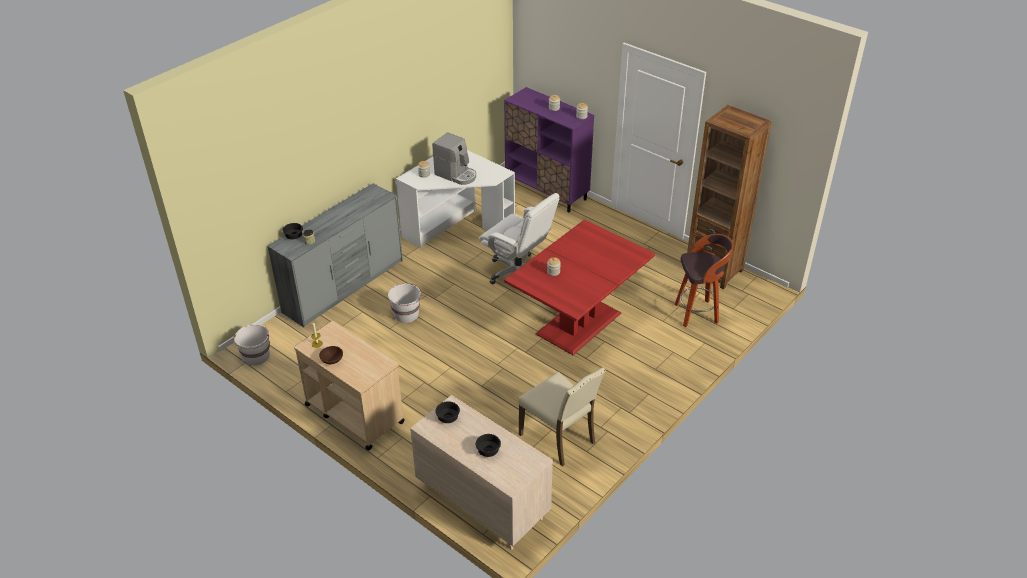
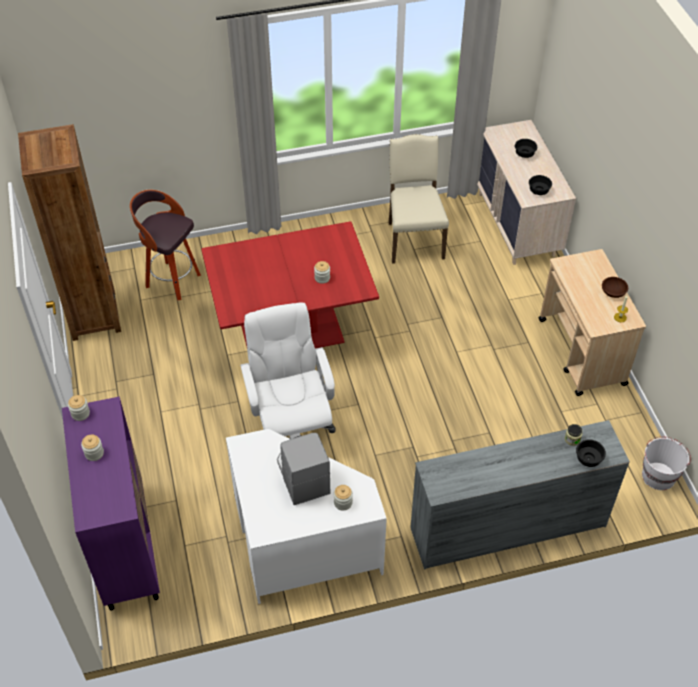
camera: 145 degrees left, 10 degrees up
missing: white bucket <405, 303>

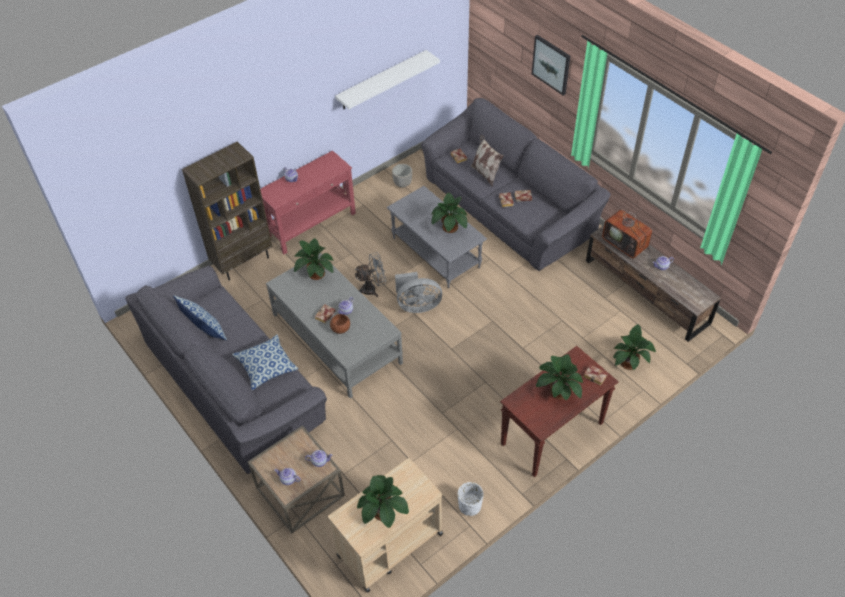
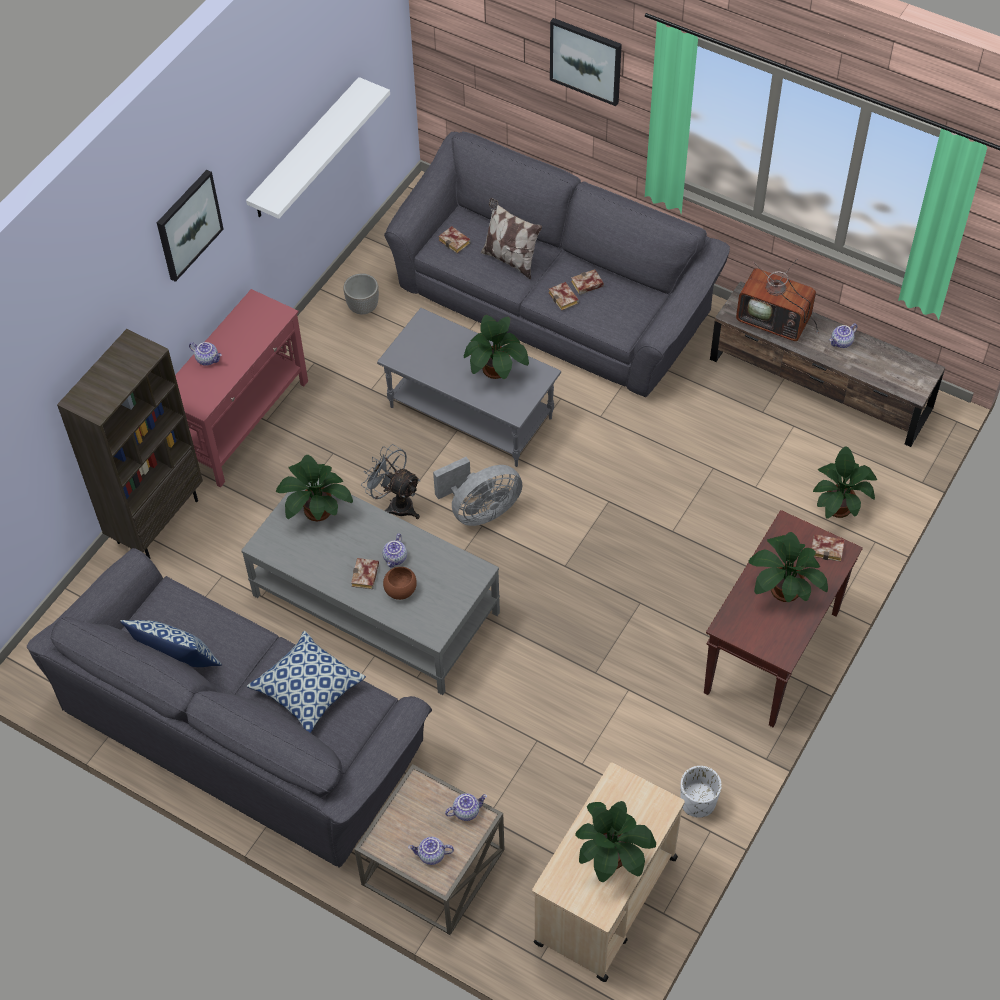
camera: 20 degrees left, 5 degrees up
appeared: picture <190, 226>
spun: grey fan <370, 275> = <390, 481> 105 degrees counterclockwise

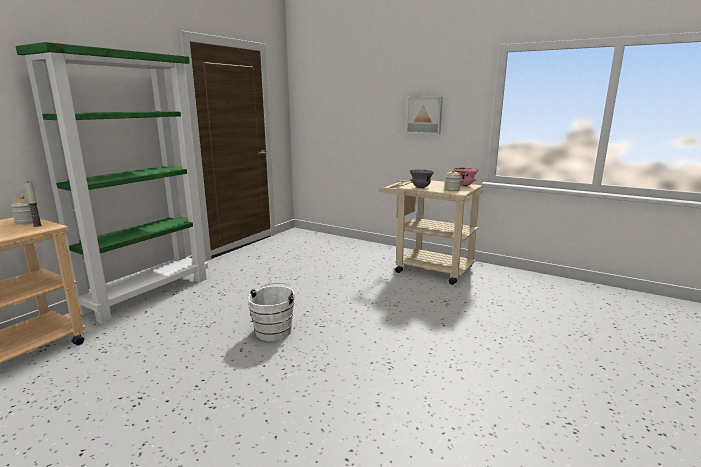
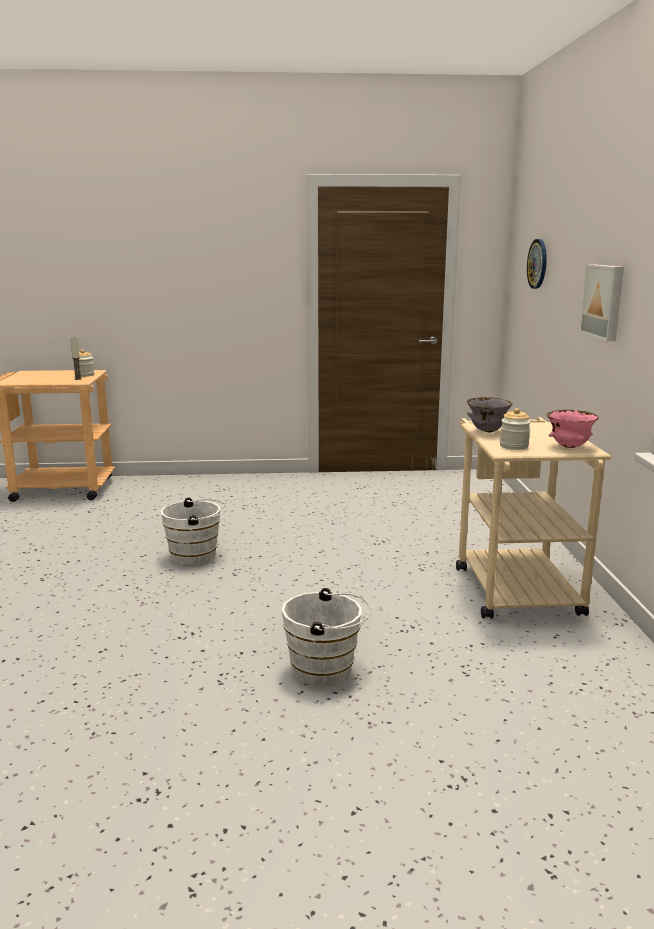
camera: 55 degrees right, 0 degrees up
missing: green bookcase <112, 183>
appeared: white bucket <327, 637>; wall clock <537, 264>

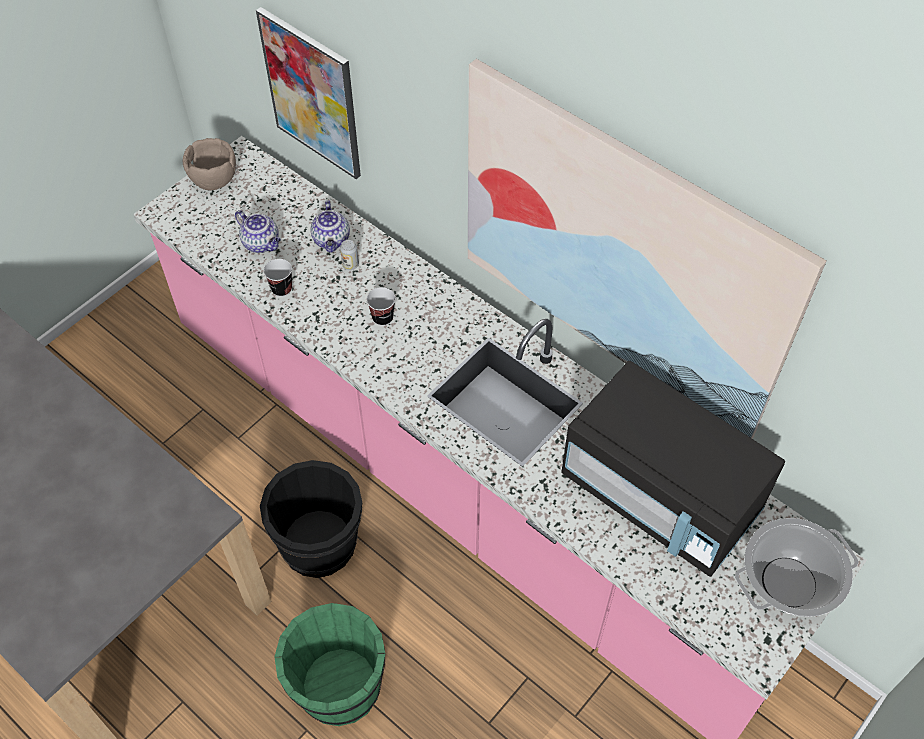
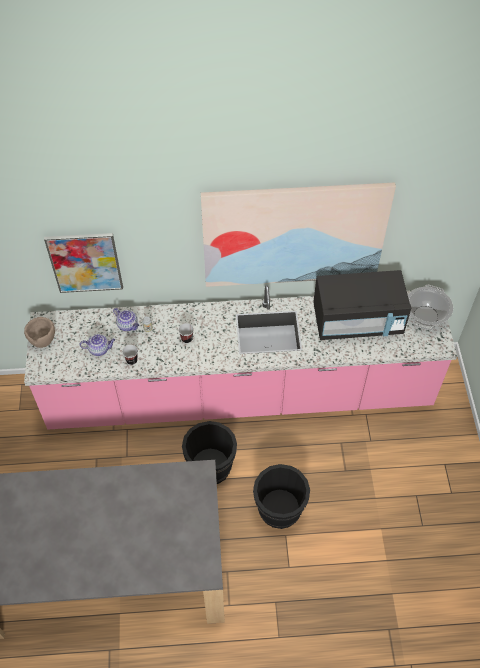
camera: 45 degrees left, 0 degrees up
colour: green bucket <330, 664> to black bucket <281, 496>

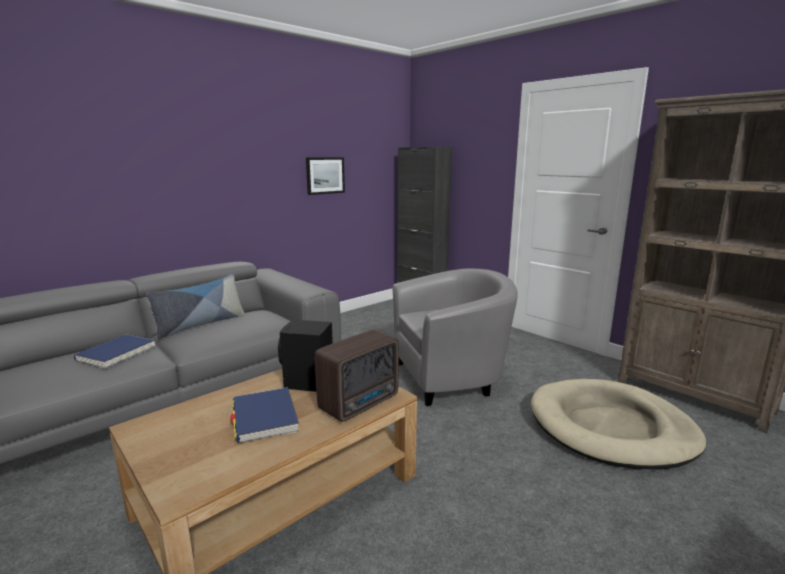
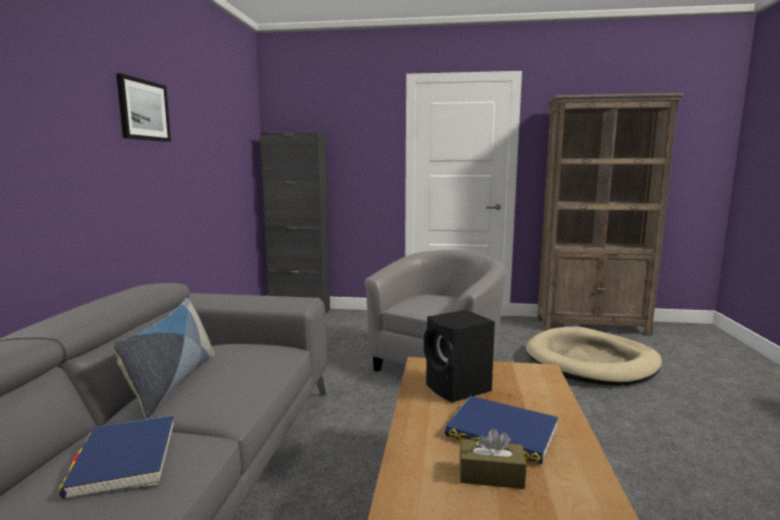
camera: 40 degrees left, 5 degrees down
missing: radio <357, 376>
appeared: brown tissue box <493, 458>
relocated: picture <325, 176> to <143, 107>

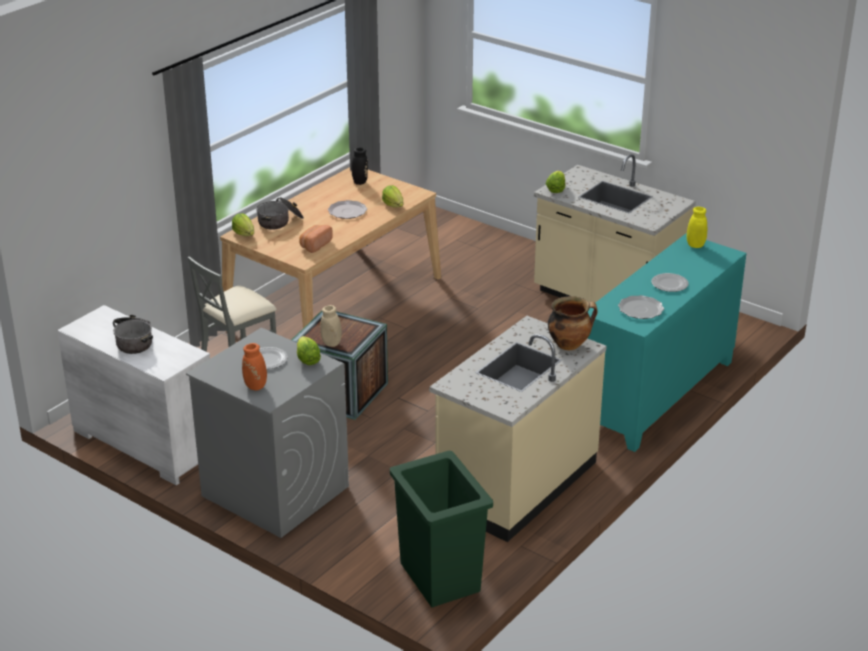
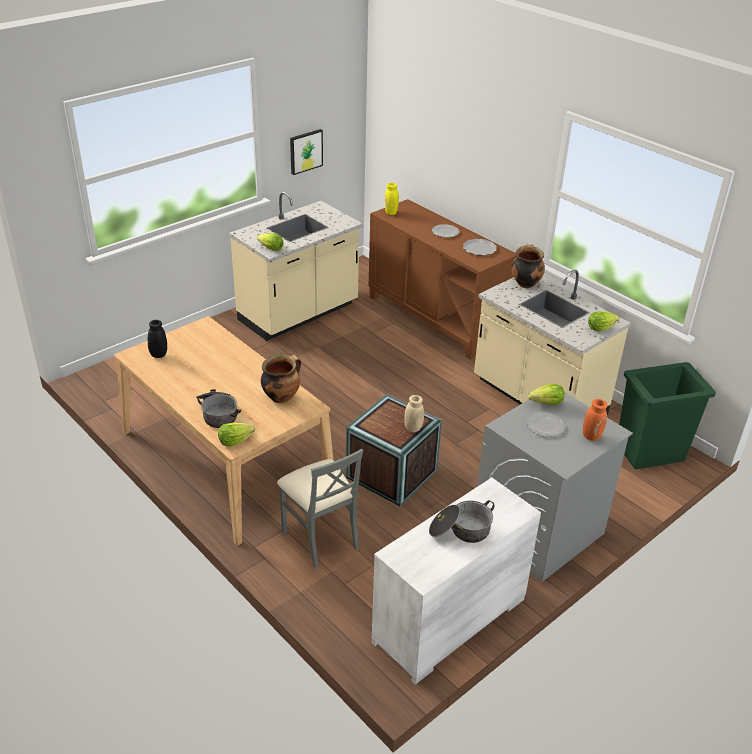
camera: 80 degrees left, 5 degrees up
missing: plate <347, 209>
appeared: picture <306, 152>
relocated: lettuce <392, 196> to <603, 321>
exchanged: bread <316, 239> to cooking pot <281, 379>
colour: turquoise cabinet <667, 343> to brown cabinet <442, 279>

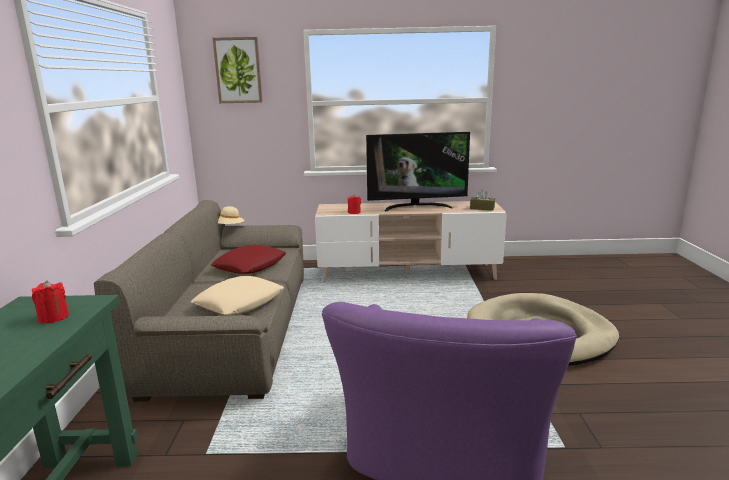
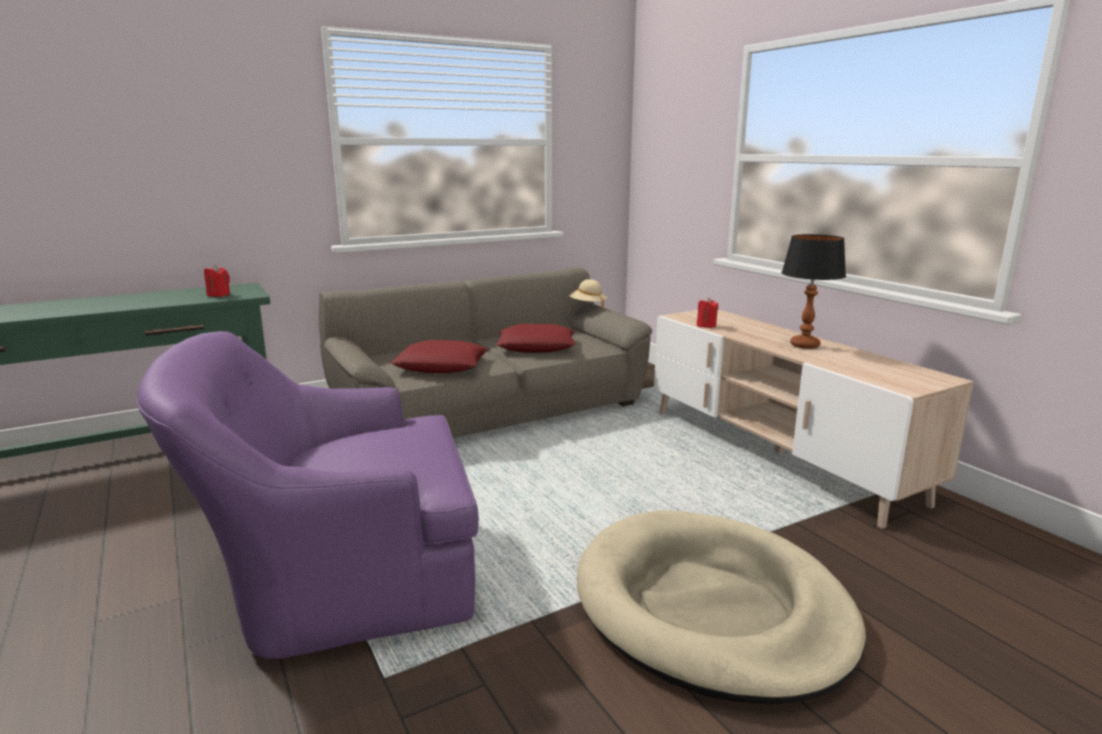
camera: 60 degrees right, 0 degrees up
missing: picture <238, 70>; brown tissue box <482, 200>
exchanged: television <418, 171> to table lamp <813, 291>
colour: beige pillow <237, 295> to red pillow <439, 356>

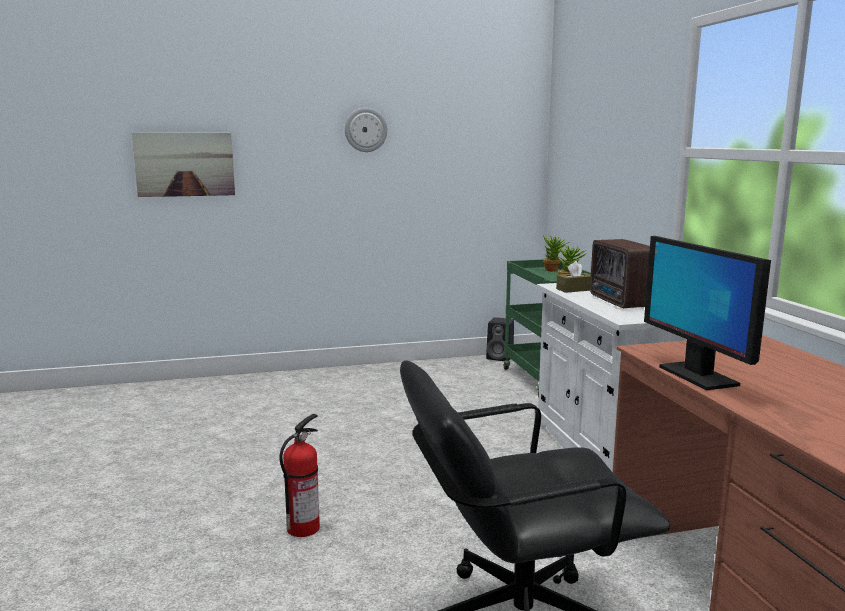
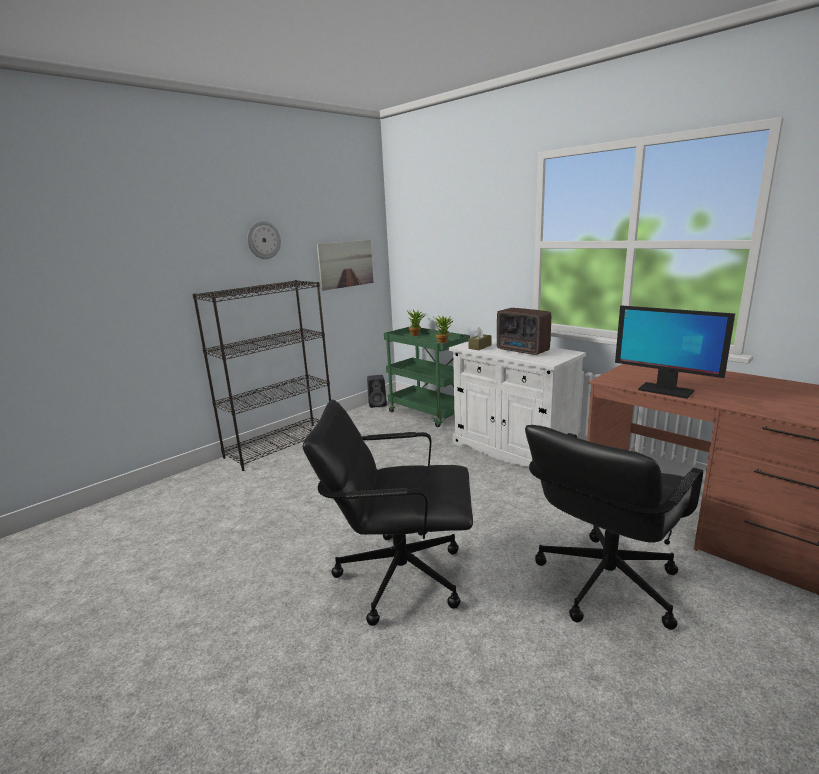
camera: 30 degrees left, 5 degrees up
appeared: black bookcase <262, 375>
relocated: picture <183, 165> to <345, 265>
exchanged: fire extinguisher <299, 475> to black office chair <388, 513>

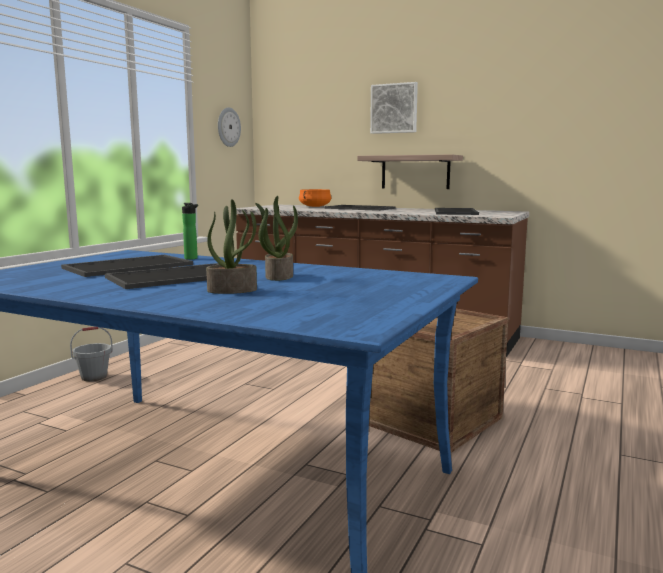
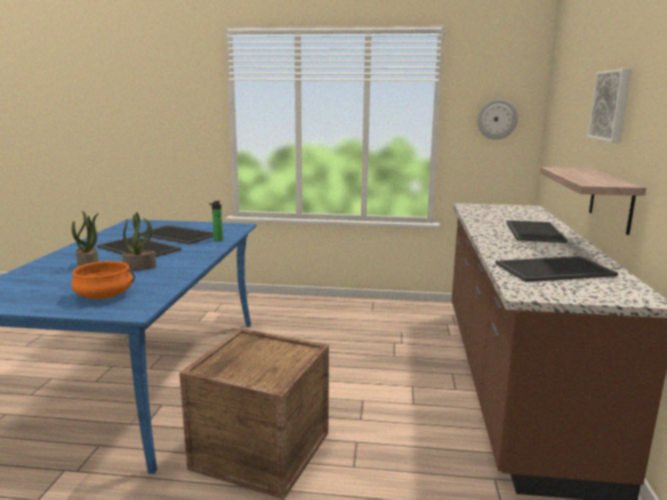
camera: 70 degrees right, 5 degrees up
missing: grey bucket <91, 354>
relocated: orange cooking pot <315, 198> to <103, 280>

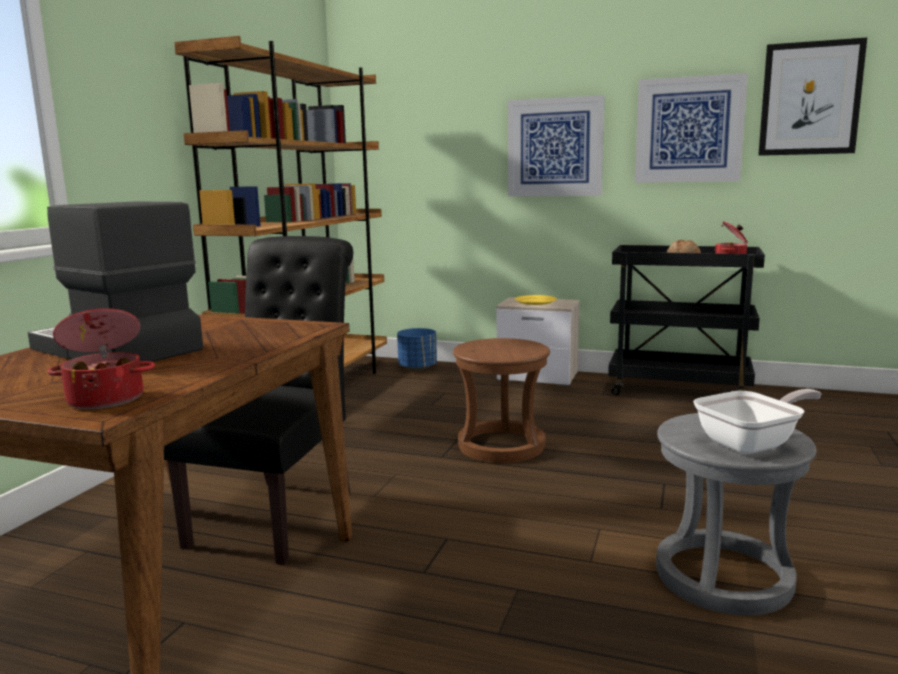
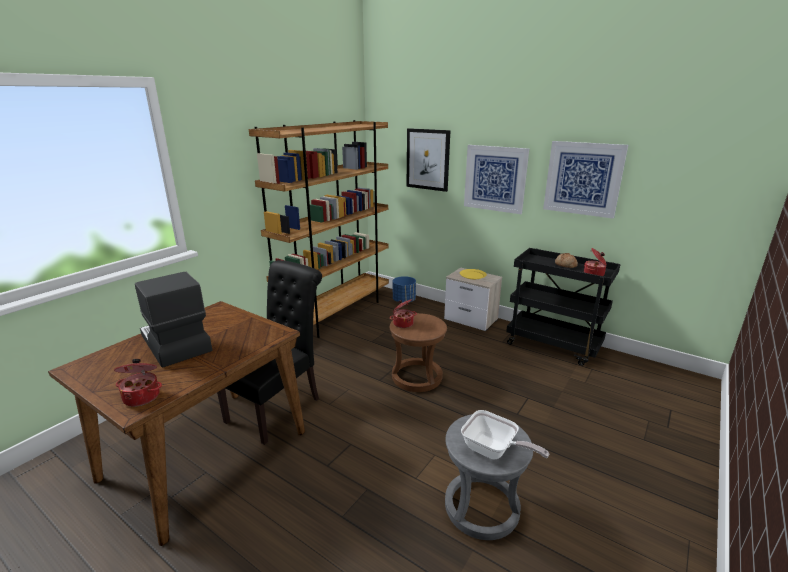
camera: 15 degrees right, 10 degrees up
appeared: cooking pot <403, 313>
relocated: picture <812, 96> to <428, 160>
spun: frying pan <757, 421> = <505, 434> 45 degrees clockwise

